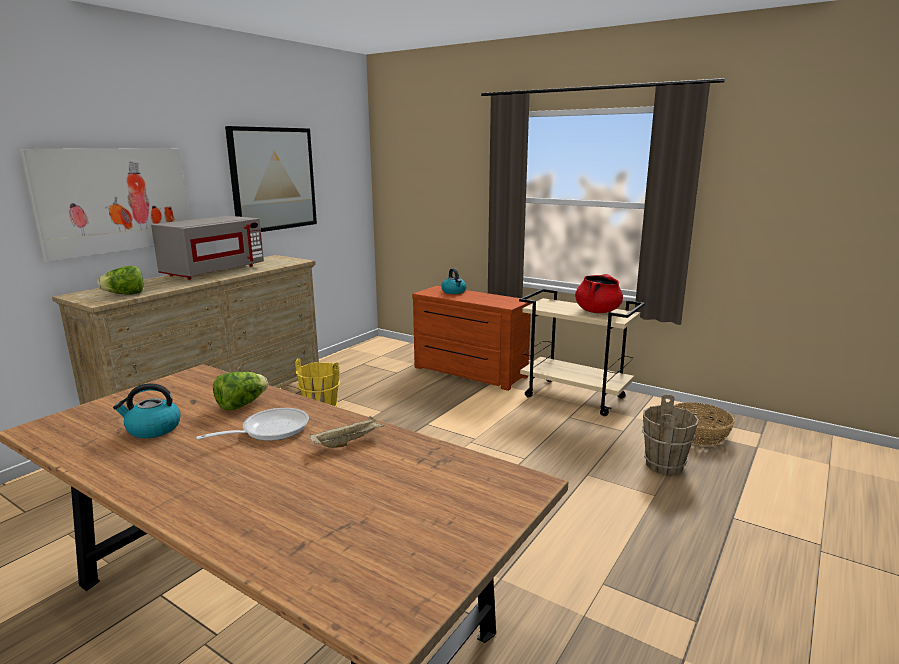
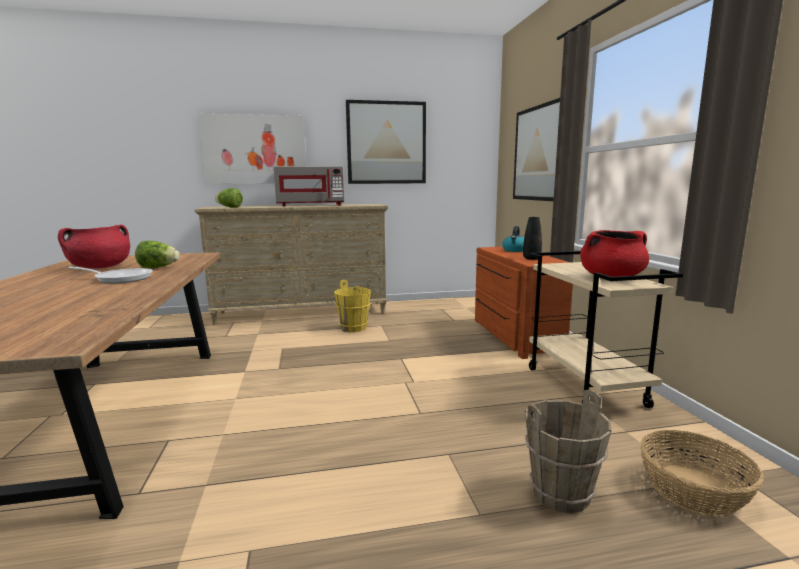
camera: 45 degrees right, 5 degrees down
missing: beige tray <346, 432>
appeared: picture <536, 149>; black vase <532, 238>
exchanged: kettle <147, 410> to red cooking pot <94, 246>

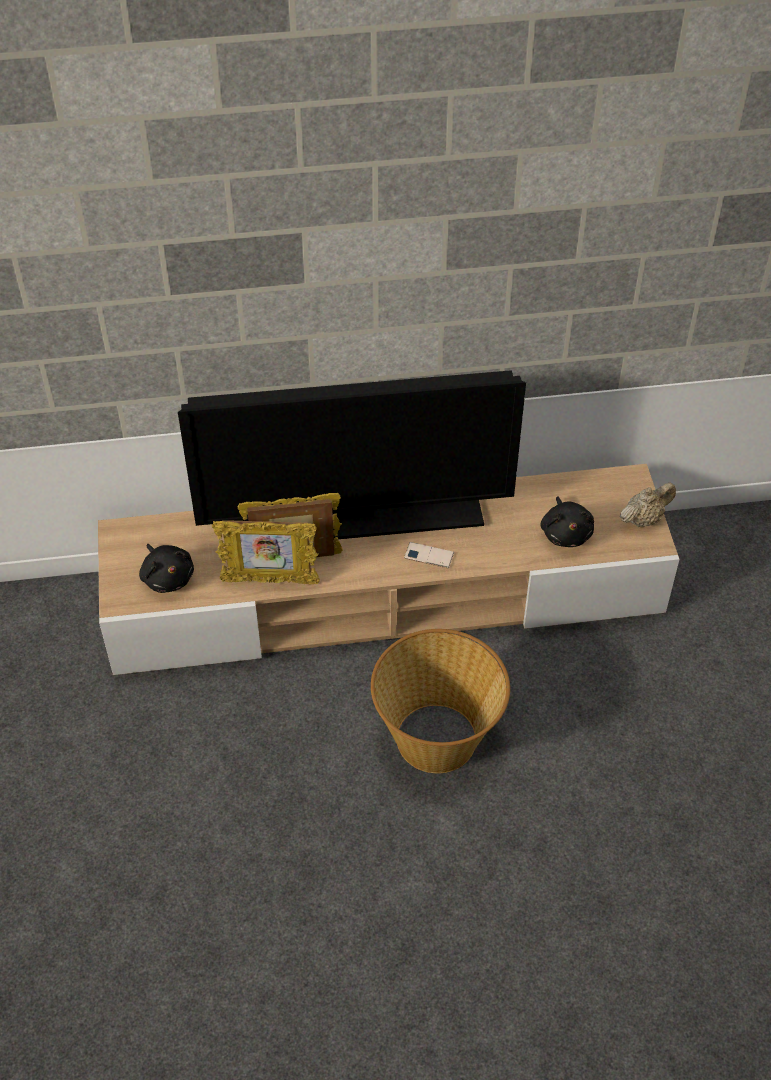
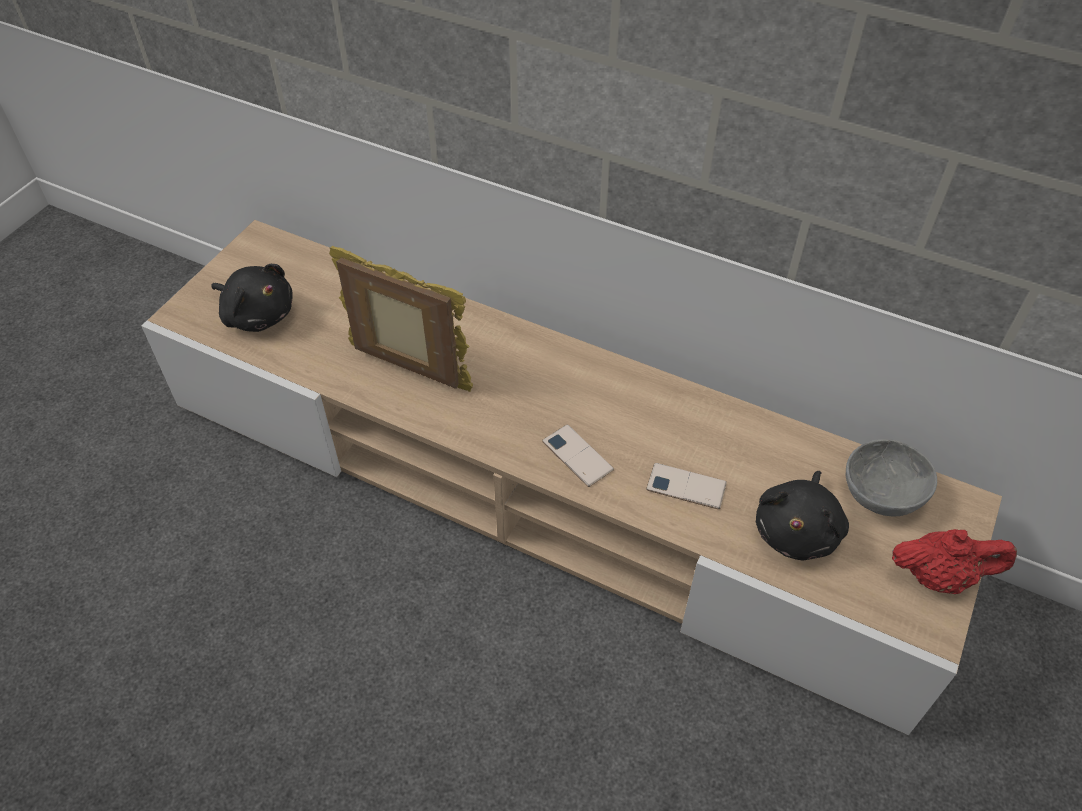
camera: 35 degrees right, 0 degrees up
missing: television <352, 454>; picture frame <266, 552>; basket <440, 701>
appeared: phone <686, 486>; grey bowl <891, 477>
colour: beige teapot <648, 505> to red teapot <954, 561>
spun: black plush toy <166, 568> = <252, 298> 60 degrees counterclockwise

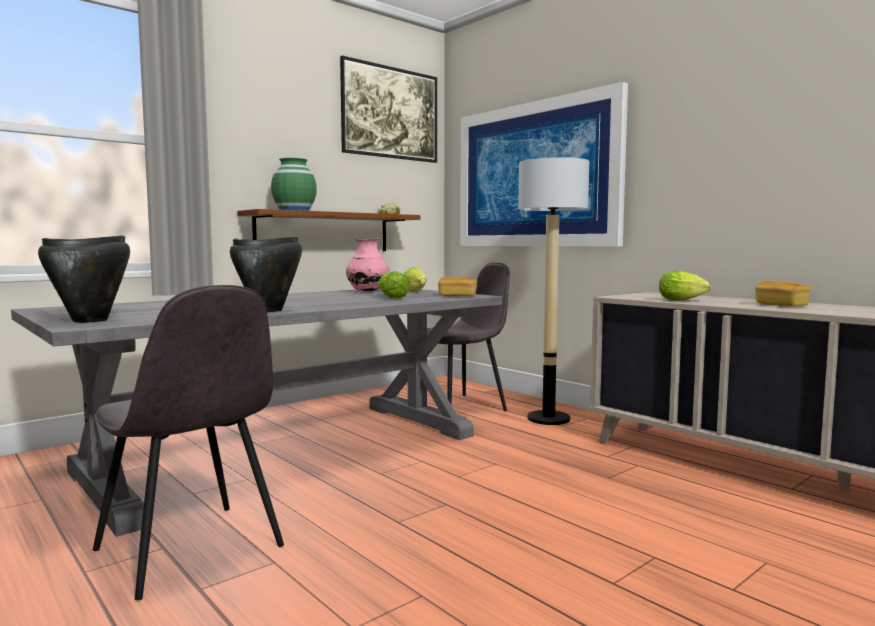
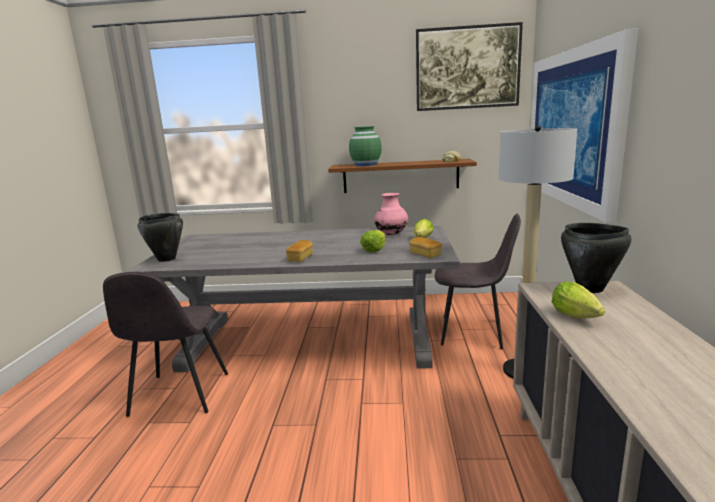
camera: 45 degrees right, 10 degrees up
relocated: black cooking pot <266, 274> to <596, 258>; bread <783, 293> to <299, 251>

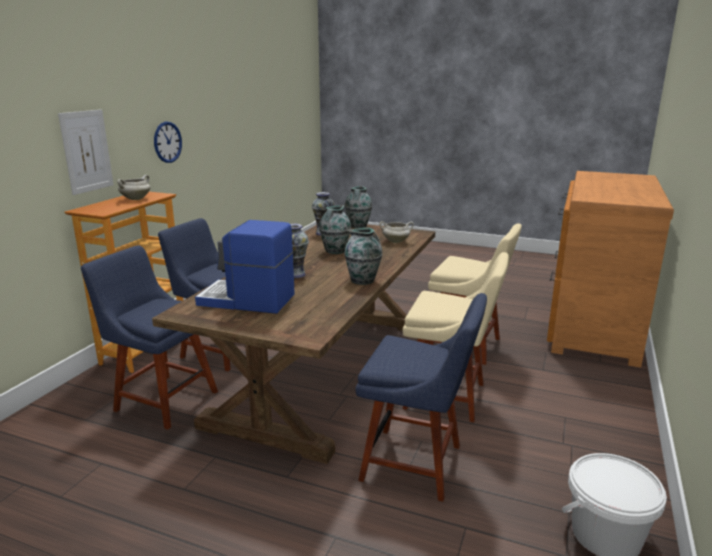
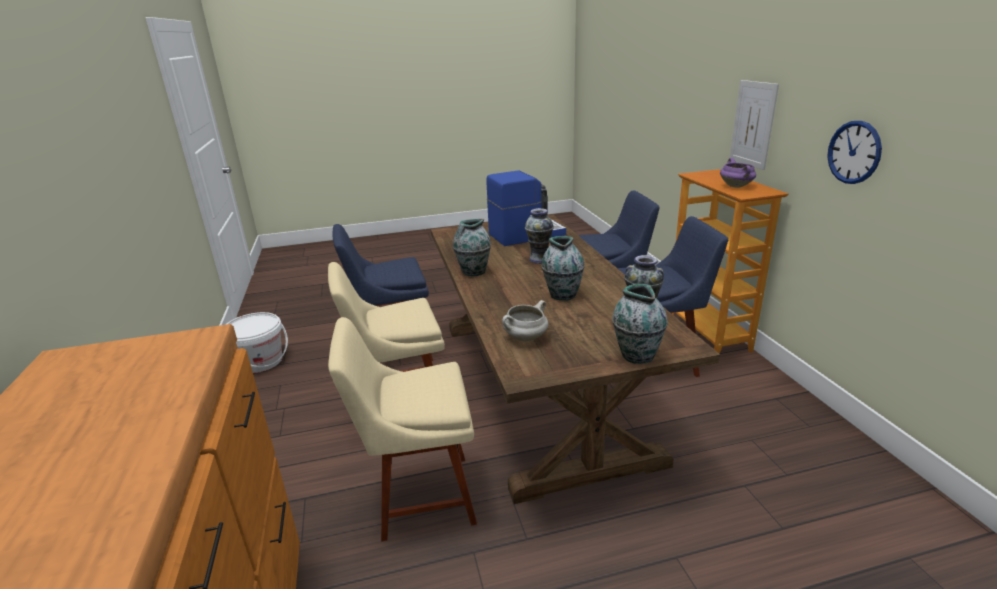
camera: 145 degrees right, 5 degrees up
colour: white cooking pot <134, 187> to purple cooking pot <738, 173>

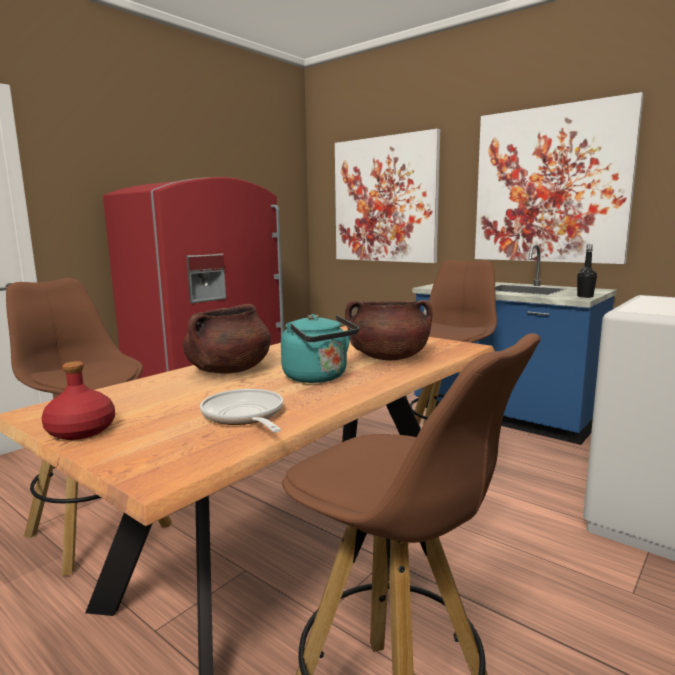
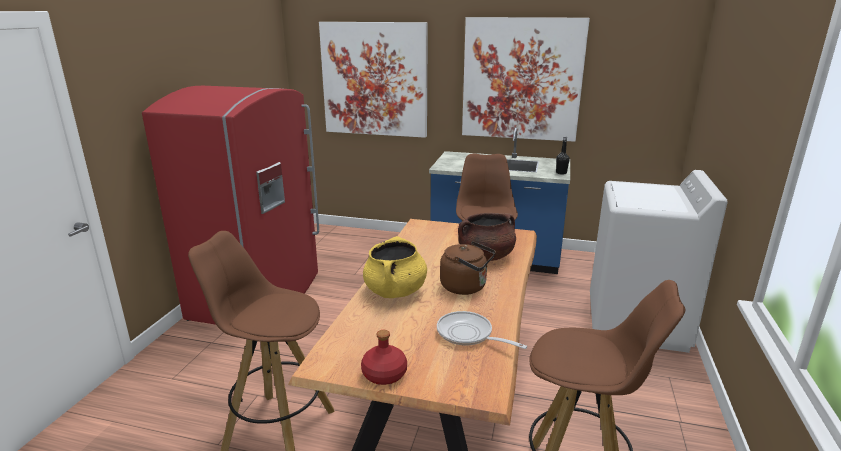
camera: 25 degrees left, 10 degrees up
colour: brown cooking pot <227, 339> to yellow cooking pot <395, 267>; turquoise kettle <320, 348> to brown kettle <468, 268>

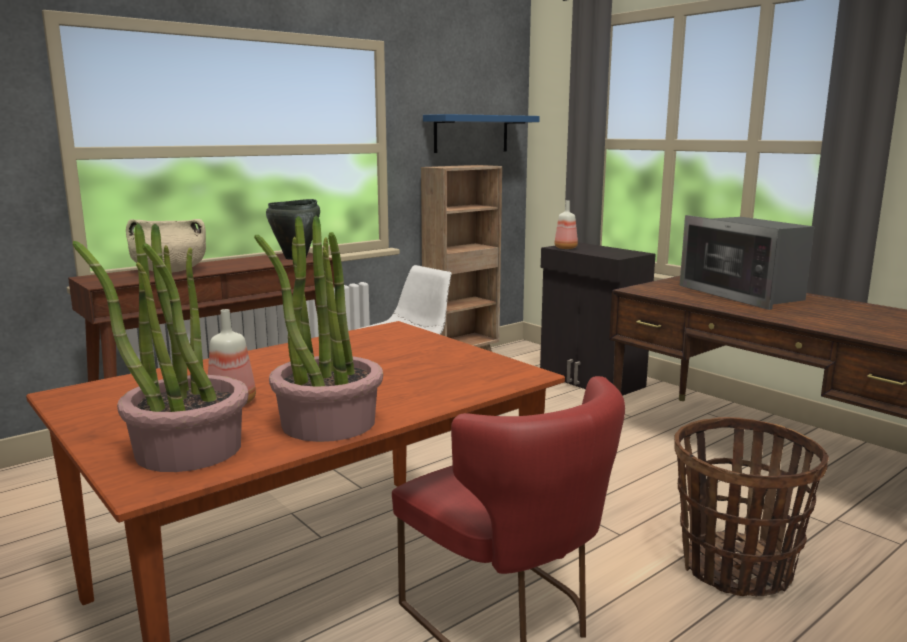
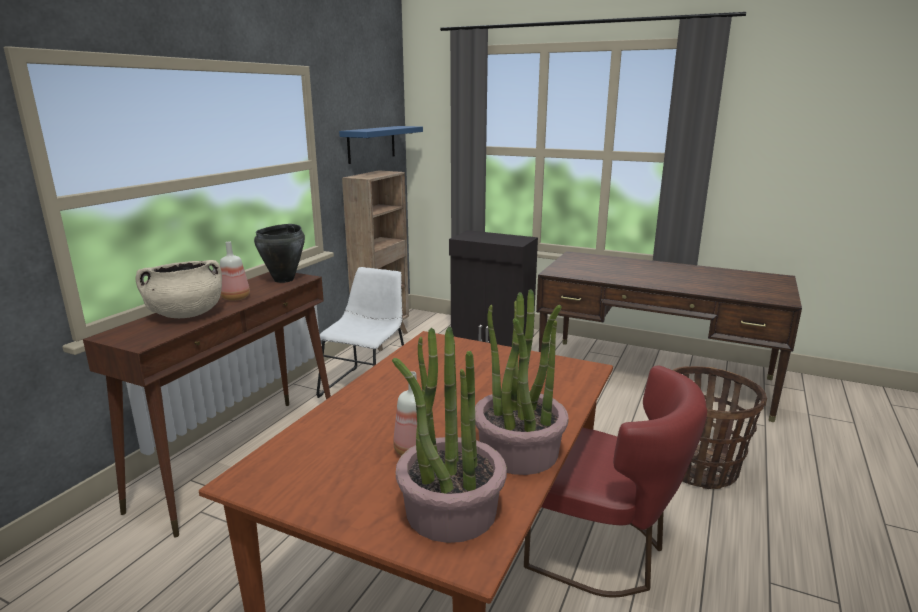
camera: 25 degrees left, 5 degrees up
missing: microwave <747, 262>
relocated: bottle <566, 225> to <235, 271>

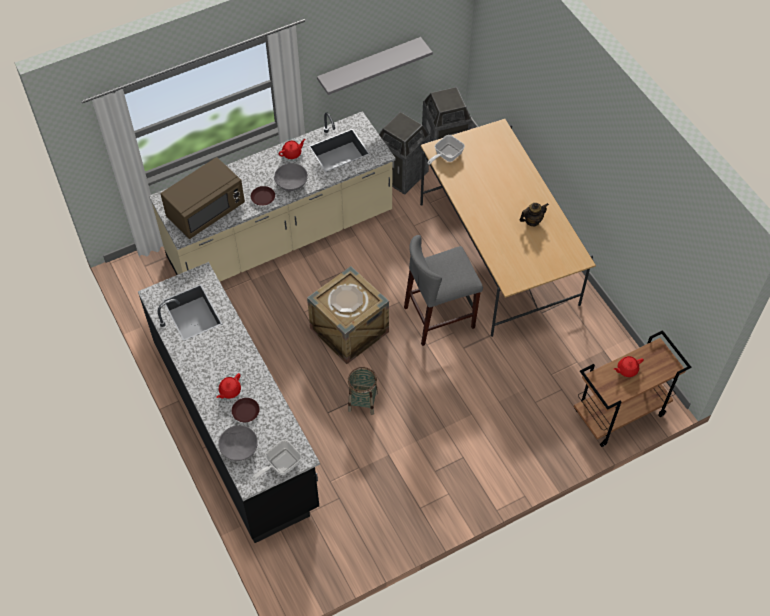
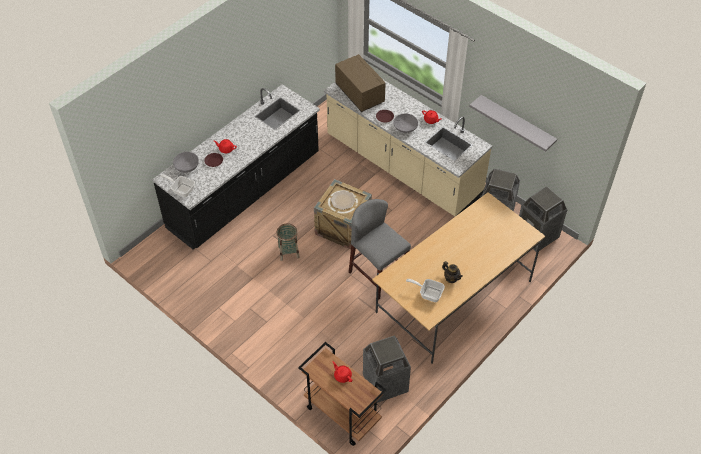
camera: 70 degrees right, 5 degrees down
appeared: trash can <387, 369>
relocated: frying pan <446, 150> to <425, 290>
spun: brown microwave <202, 198> = <360, 83> 150 degrees counterclockwise

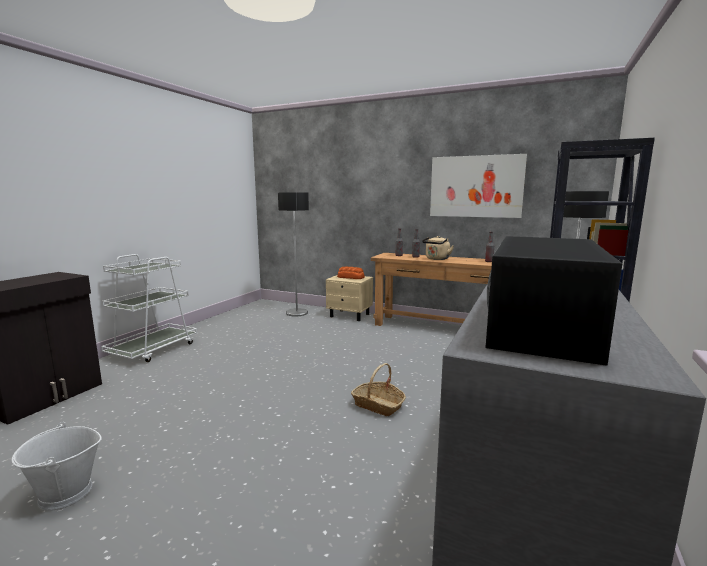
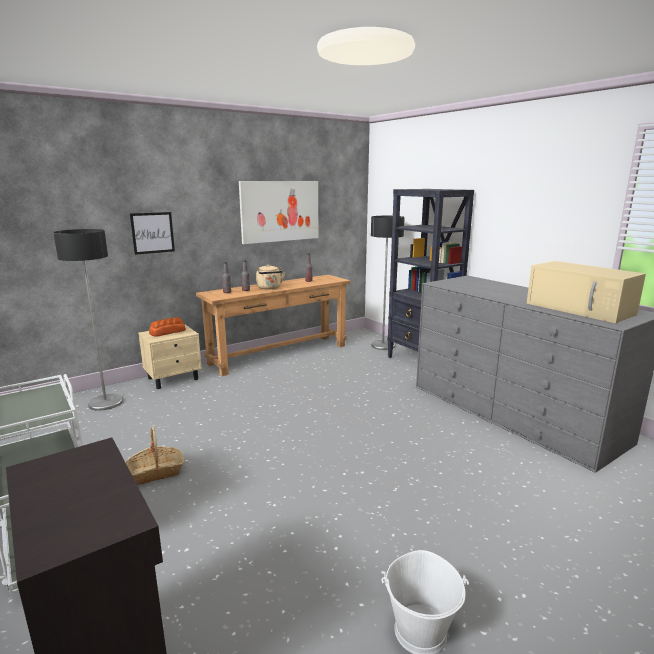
camera: 60 degrees left, 5 degrees up
appeared: picture <152, 233>
relocated: basket <378, 389> to <154, 456>
colour: black microwave <554, 301> to beige microwave <586, 292>

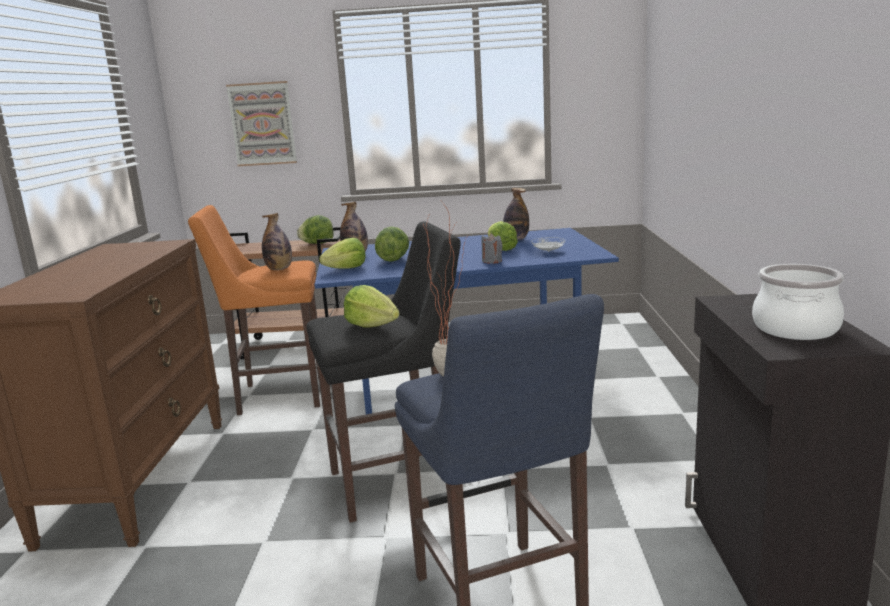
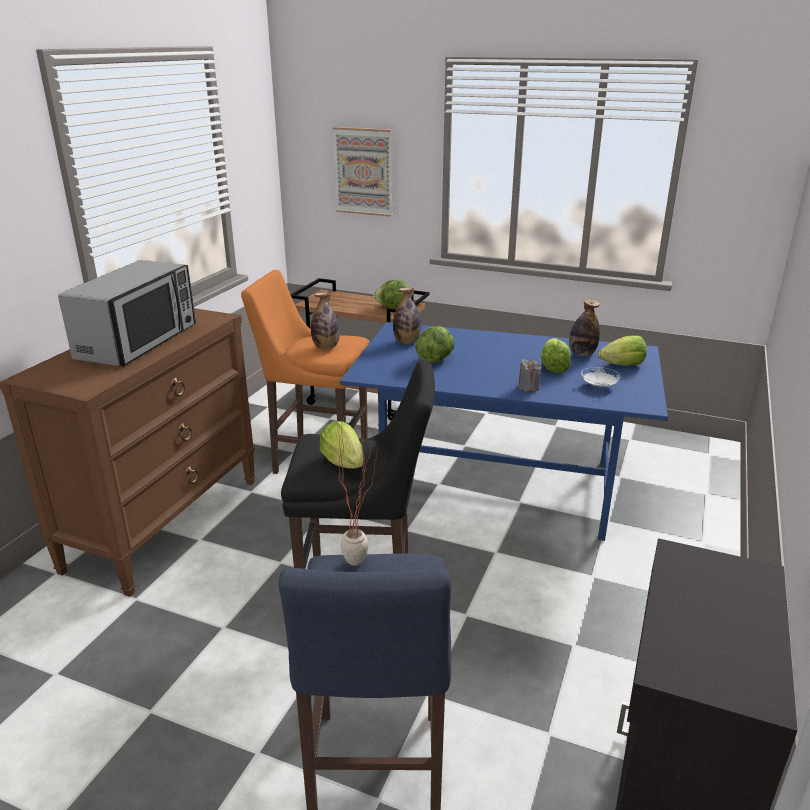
camera: 20 degrees right, 10 degrees up
missing: cooking pot <798, 302>
appeared: microwave <127, 313>
relocated: lettuce <342, 253> to <622, 351>

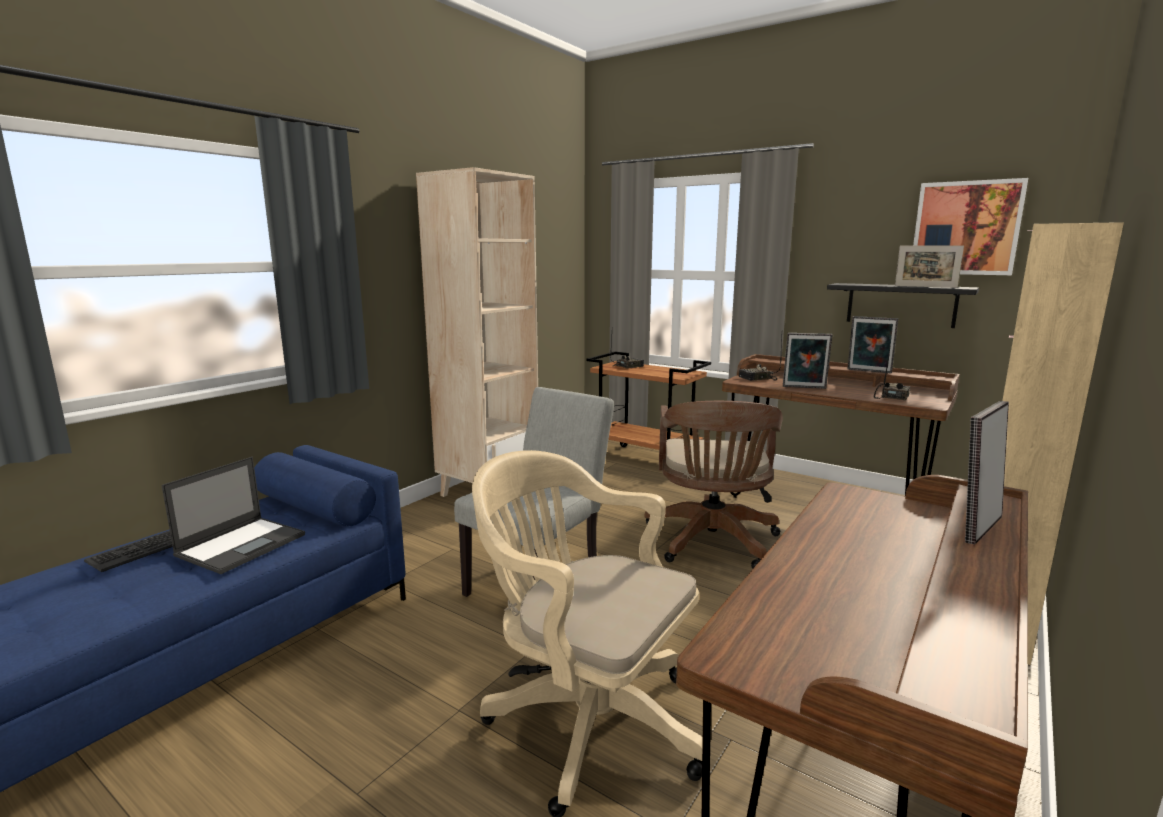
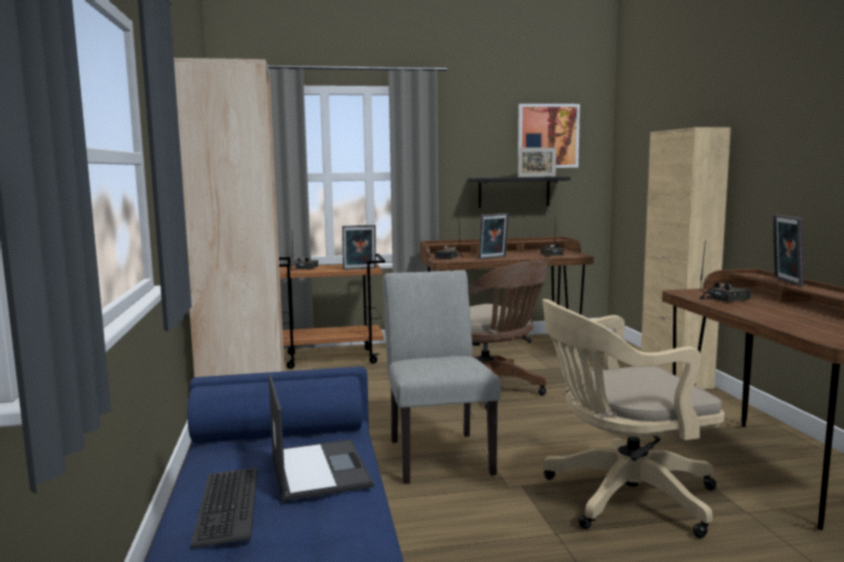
camera: 45 degrees left, 5 degrees down
appeared: radio <725, 273>
relocated: picture frame <873, 344> to <359, 247>

